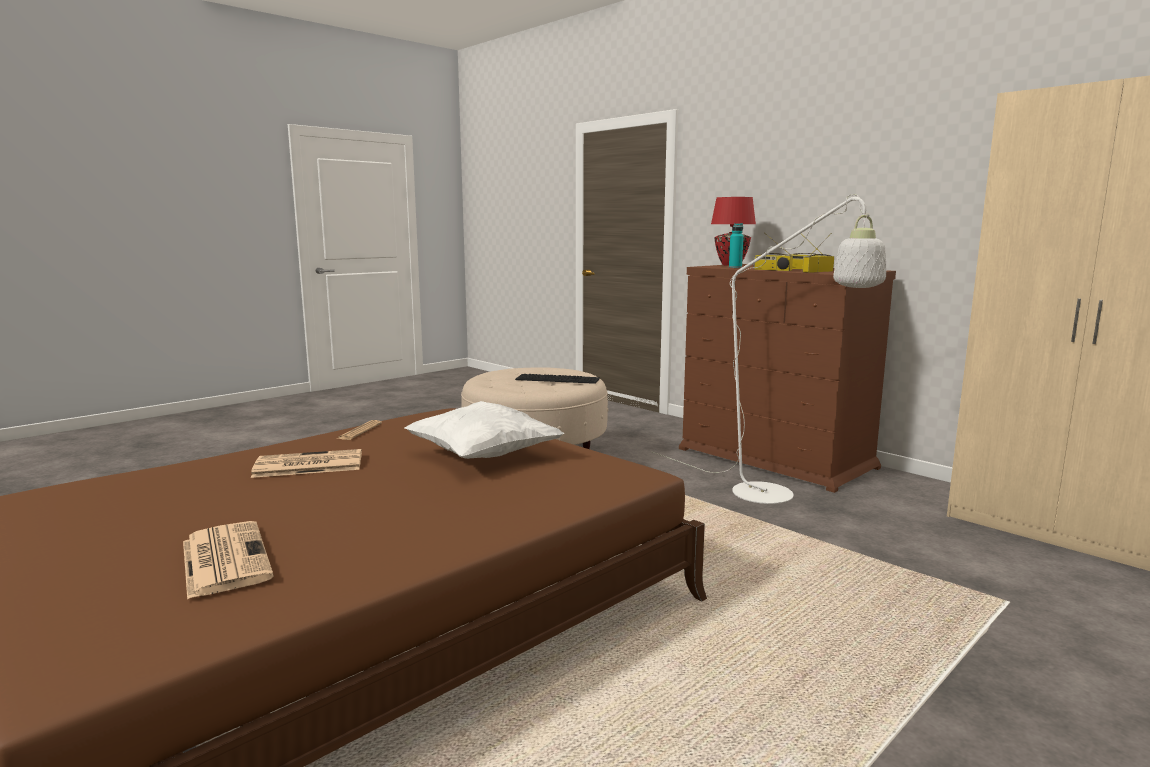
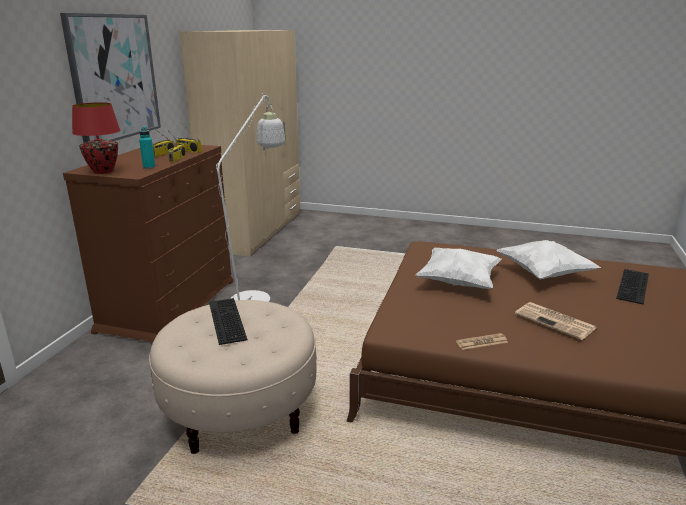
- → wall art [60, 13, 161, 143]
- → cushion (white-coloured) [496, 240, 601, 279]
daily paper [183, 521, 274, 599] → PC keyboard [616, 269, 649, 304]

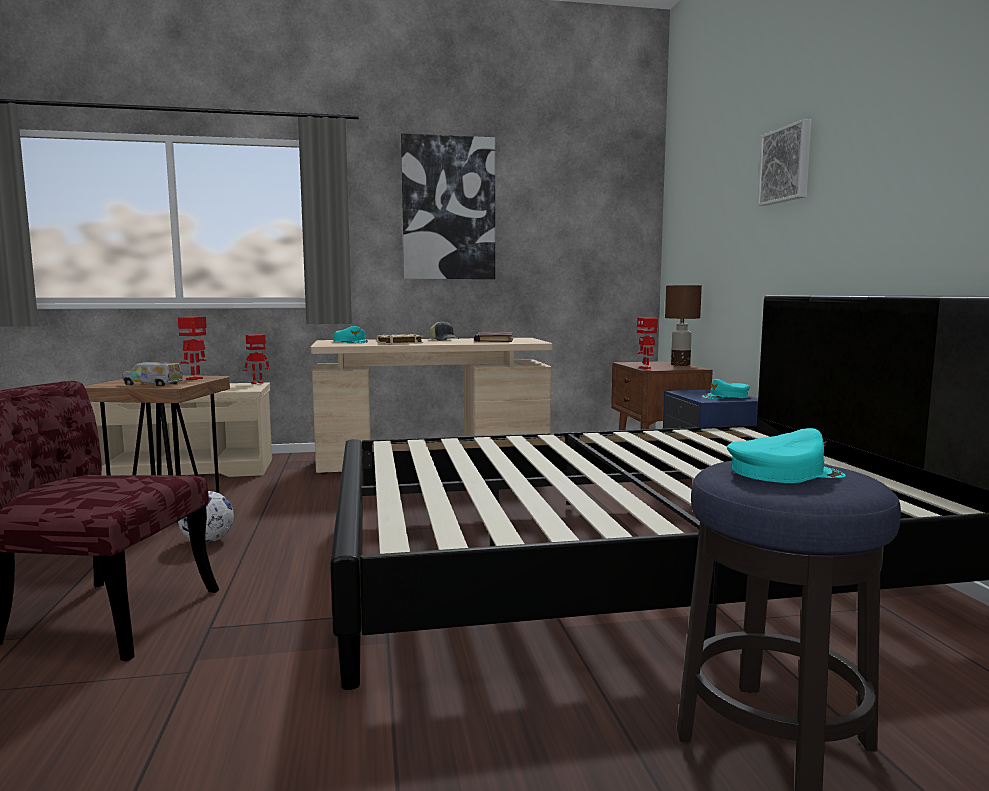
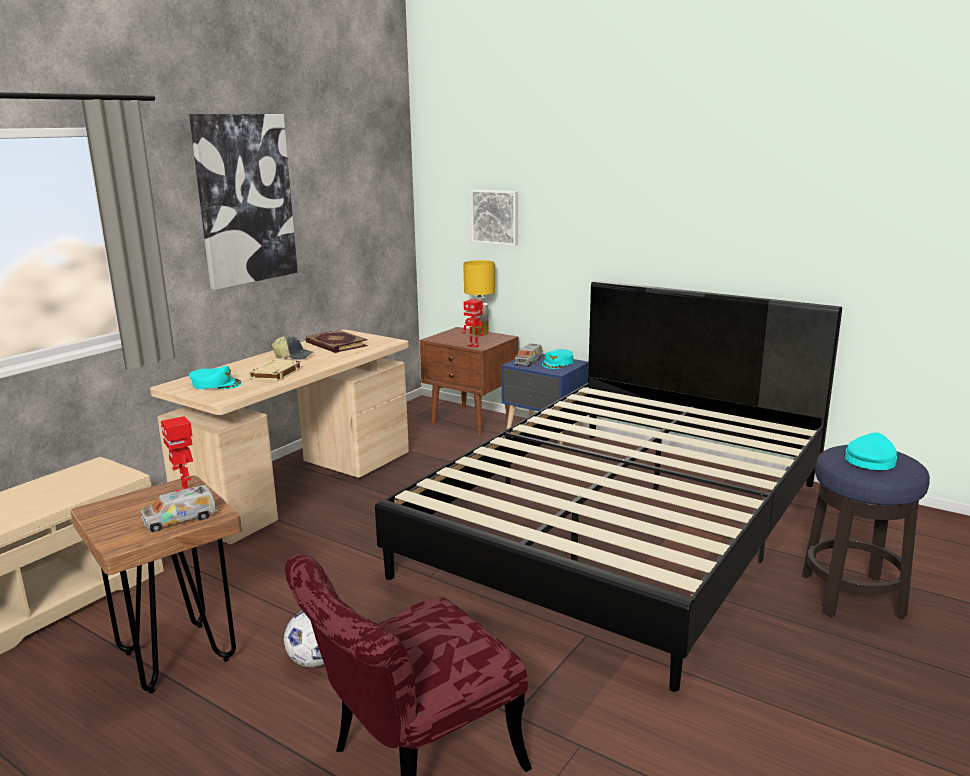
toy robot [243, 334, 269, 384] → -
- → toy truck [514, 344, 543, 367]
wall art [757, 119, 812, 206] → wall art [471, 189, 518, 246], move
table lamp (brownish) [665, 285, 702, 366] → table lamp (yellow) [463, 260, 495, 335]

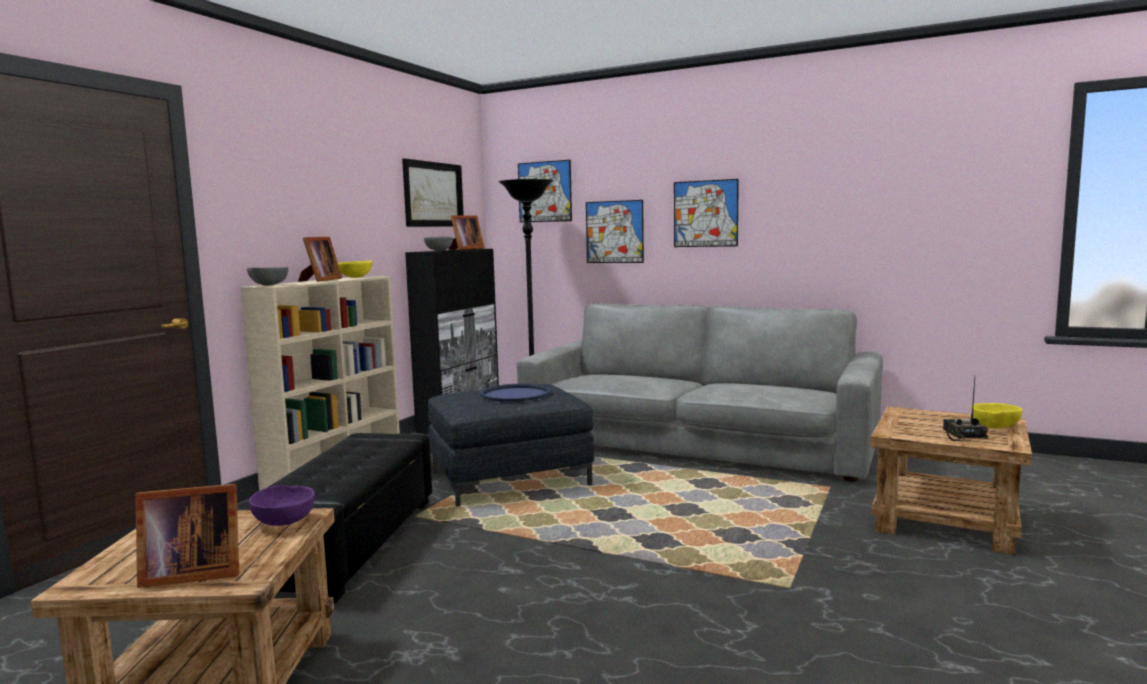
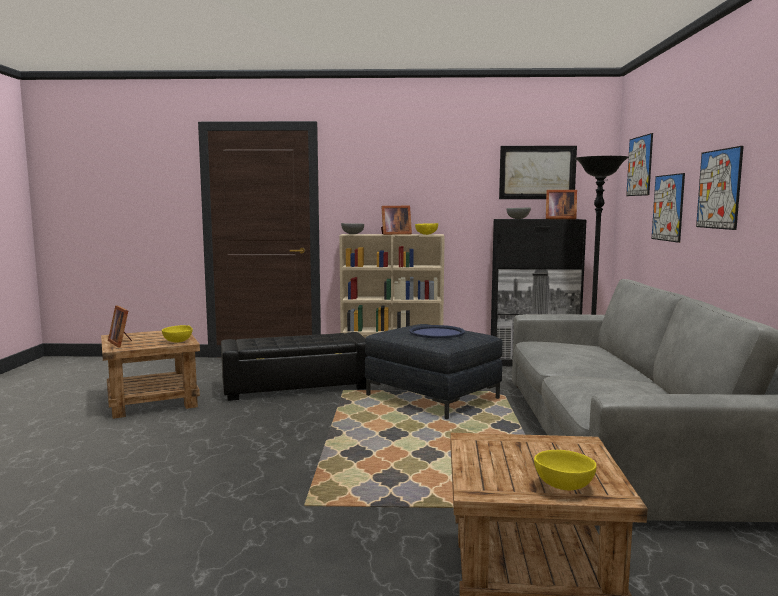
radio receiver [943, 378, 988, 441] → -
deep dish (purplish) [249, 485, 315, 526] → deep dish (yellow) [162, 325, 193, 343]

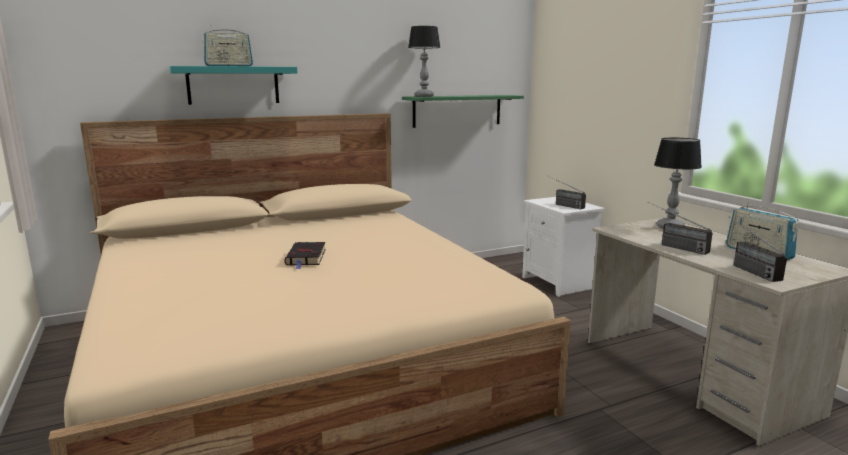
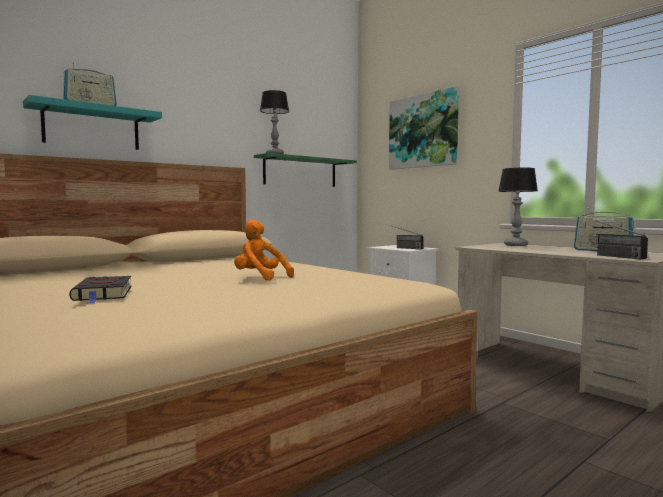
radio receiver [648, 202, 713, 255] → -
- → soft toy (orange) [234, 219, 294, 280]
- → wall art [389, 86, 459, 169]
volume (black-coloured) [284, 242, 326, 269] → volume (black-coloured) [69, 276, 132, 304], move

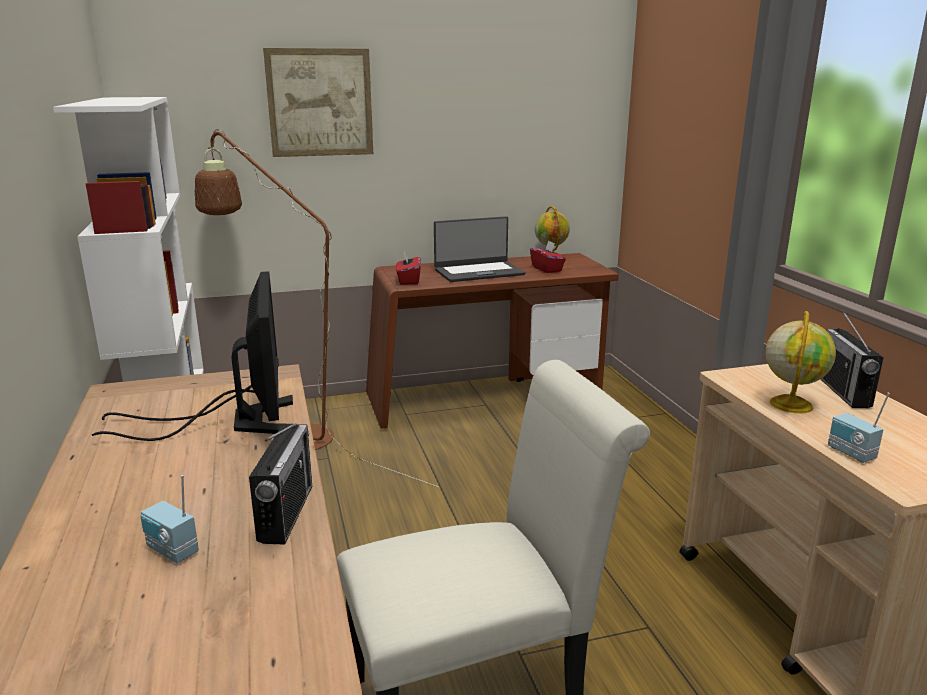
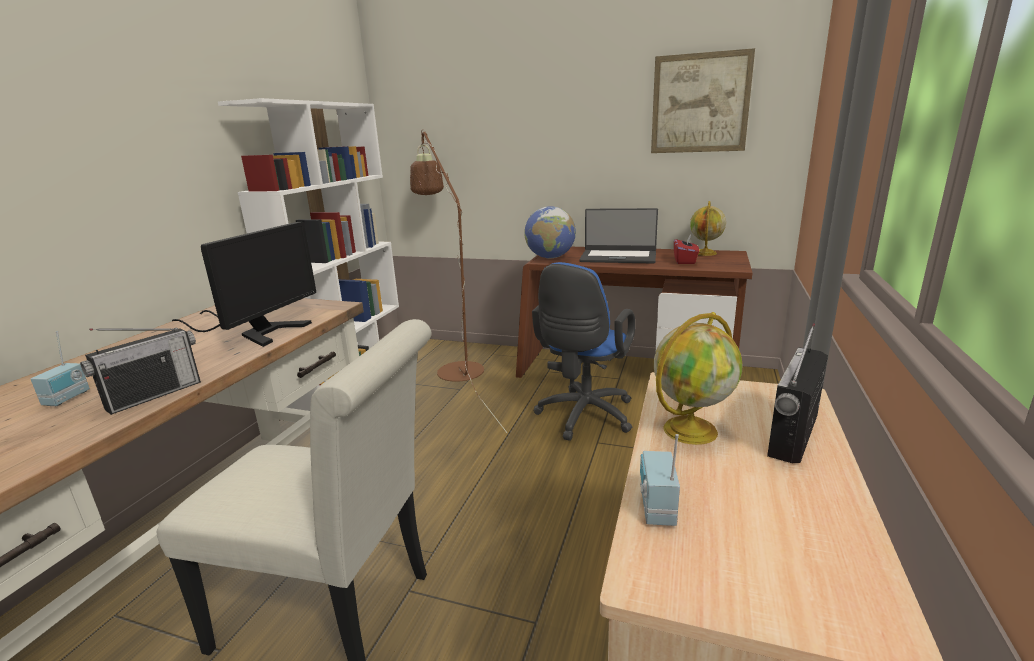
- → desk chair (bluish) [532, 262, 635, 441]
wall art [263, 48, 373, 157] → wall art [651, 48, 755, 153], move
tissue box (red-coloured) [396, 252, 421, 284] → globe [524, 206, 576, 258]
radio receiver [140, 475, 199, 563] → radio receiver [31, 331, 90, 406], 150 degrees counterclockwise

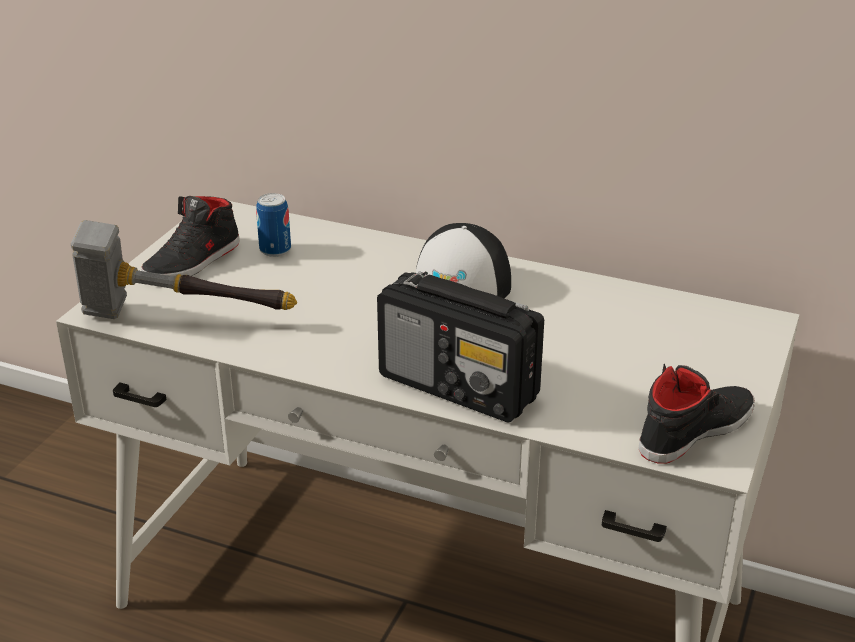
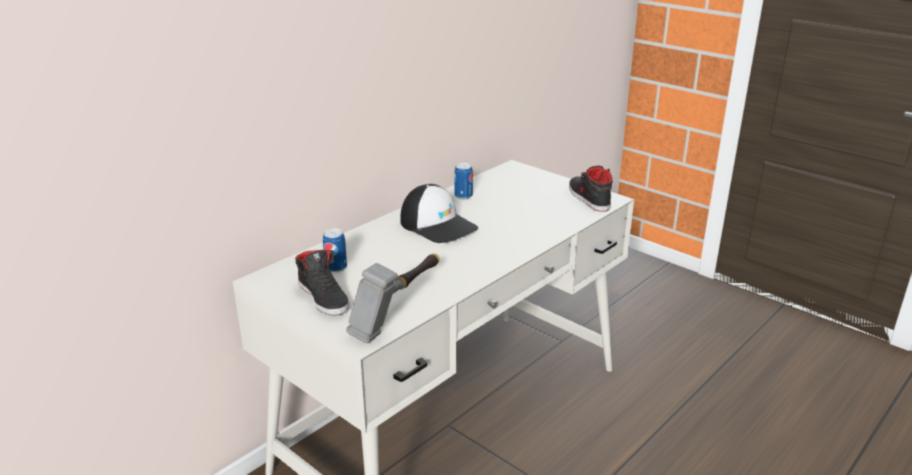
radio receiver [377, 271, 544, 422] → -
- → metal can [454, 163, 473, 199]

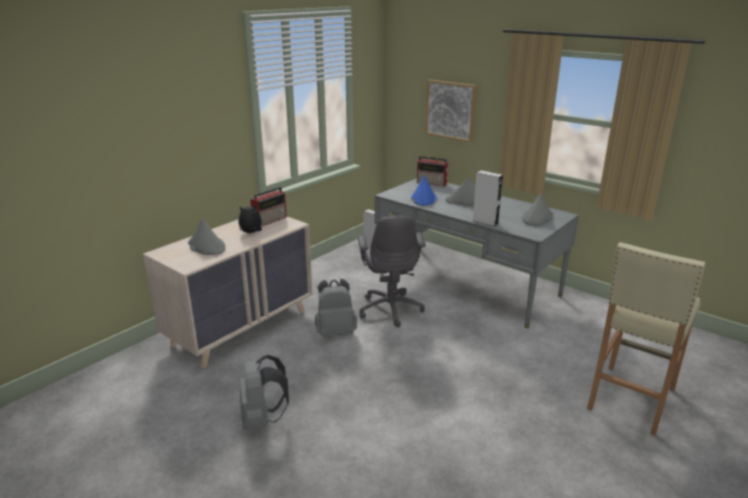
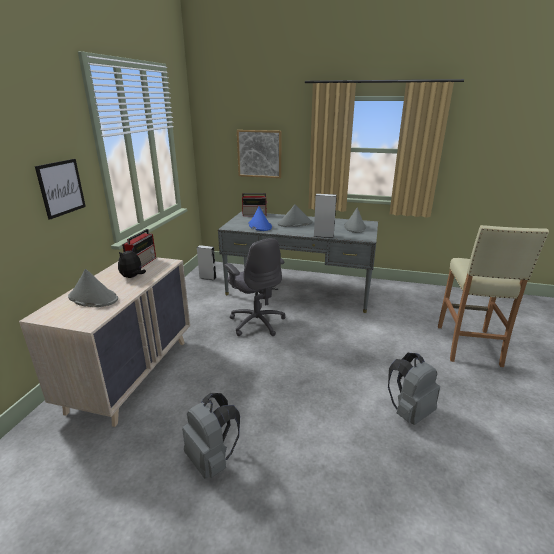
- → wall art [35, 159, 86, 220]
knapsack (gray) [315, 279, 357, 337] → knapsack (gray) [388, 353, 440, 425], move

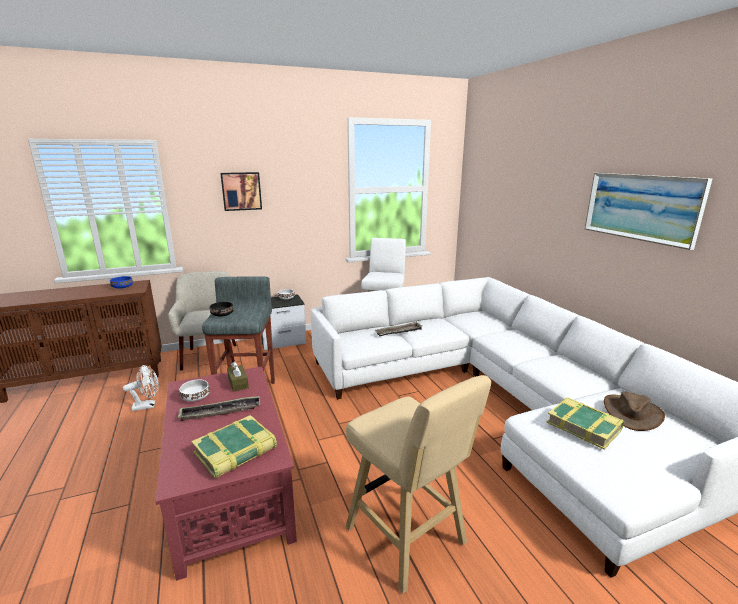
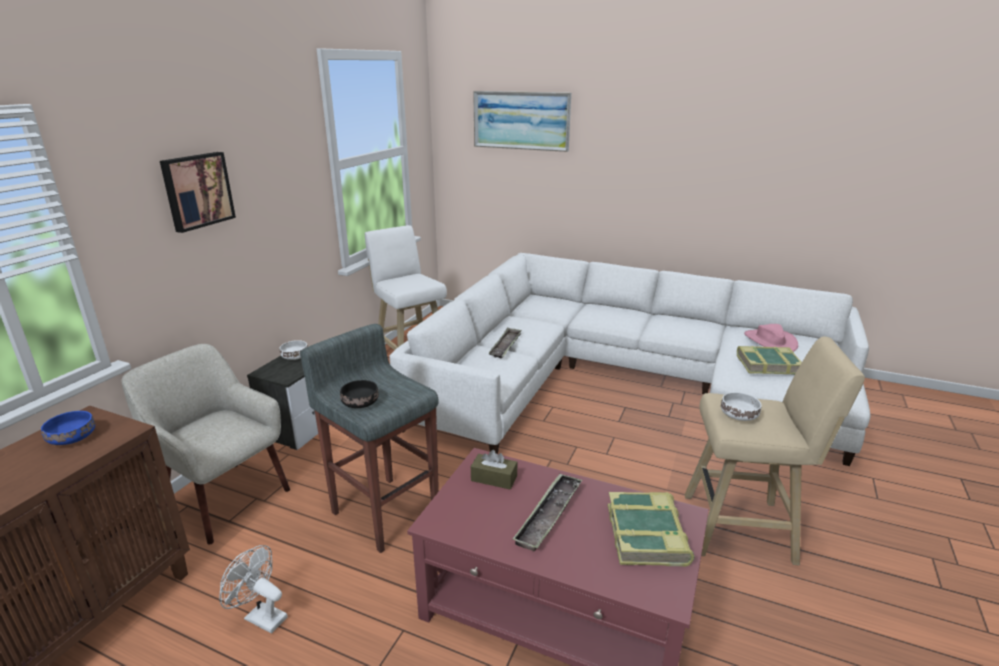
deep dish (white-coloured) [179, 380, 210, 402] → deep dish (white-coloured) [721, 392, 762, 421], move
wall art [585, 173, 713, 250] → wall art [473, 91, 571, 152], move
clothing hat (brownish) [604, 391, 665, 431] → clothing hat (pinkish) [744, 324, 798, 352]
electric fan (white-coloured) [123, 365, 159, 411] → electric fan (white-coloured) [219, 545, 288, 634], 90 degrees counterclockwise

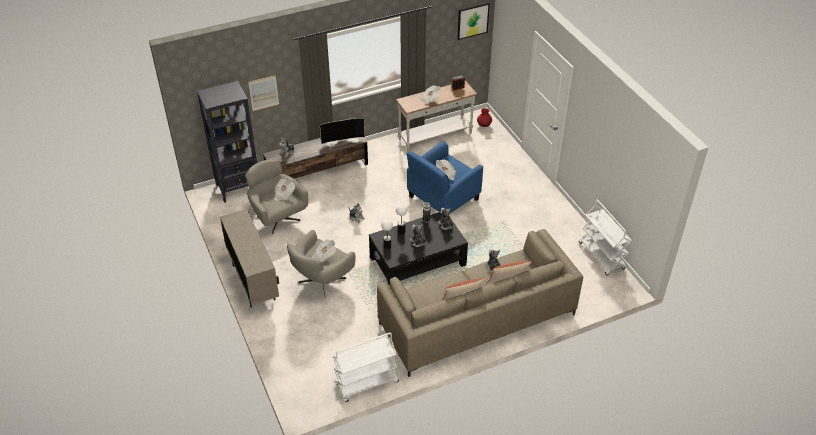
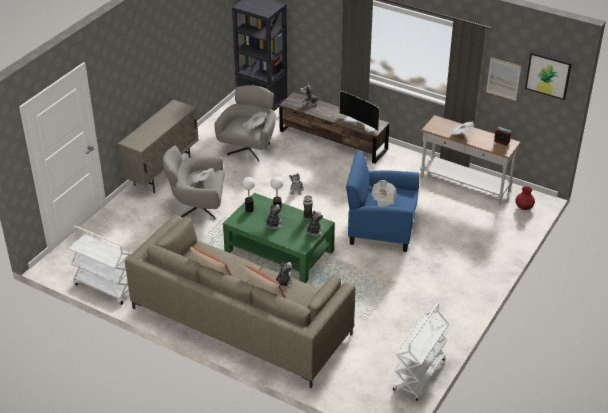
wall art [248, 75, 279, 111] → wall art [486, 58, 521, 101], move
coffee table (black-coloured) [369, 212, 468, 285] → coffee table (green-coloured) [223, 193, 335, 283]

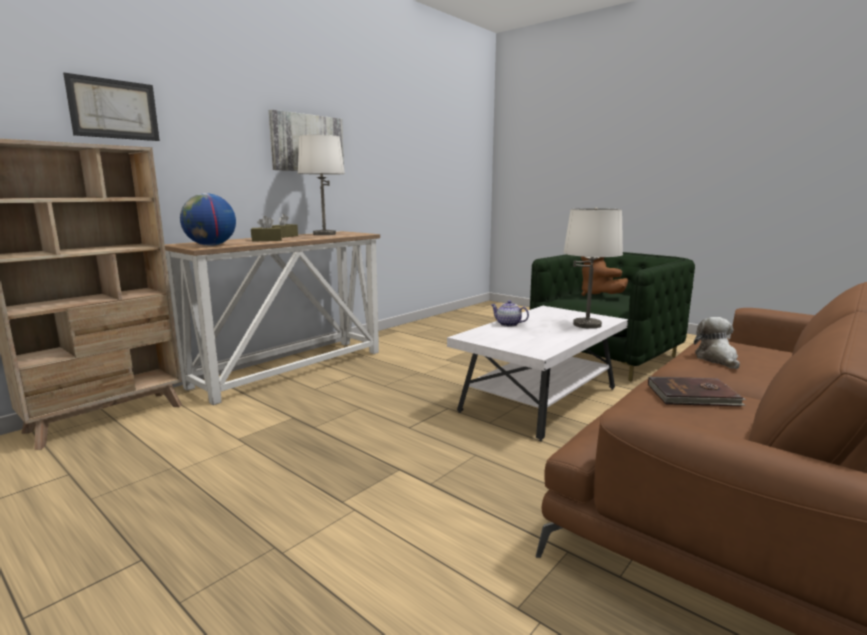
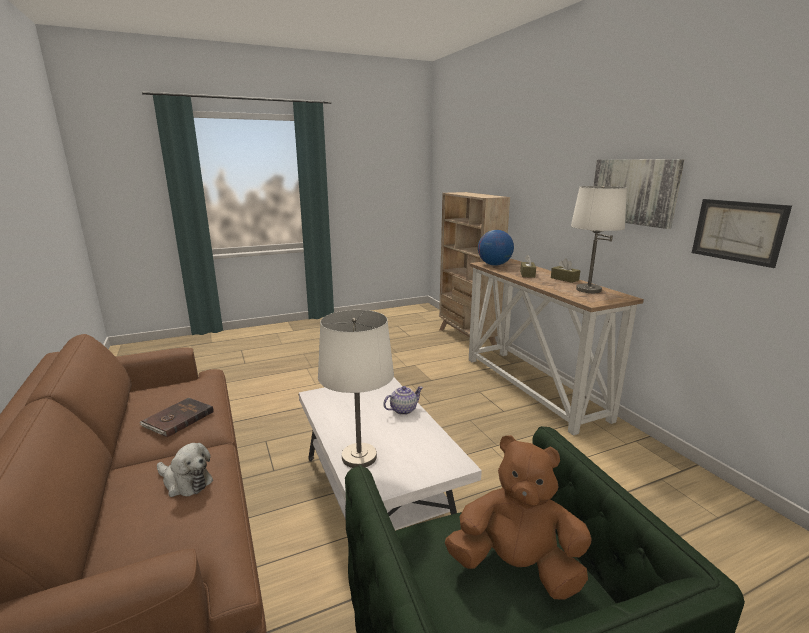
wall art [63, 73, 160, 141] → wall art [692, 199, 792, 268], move

